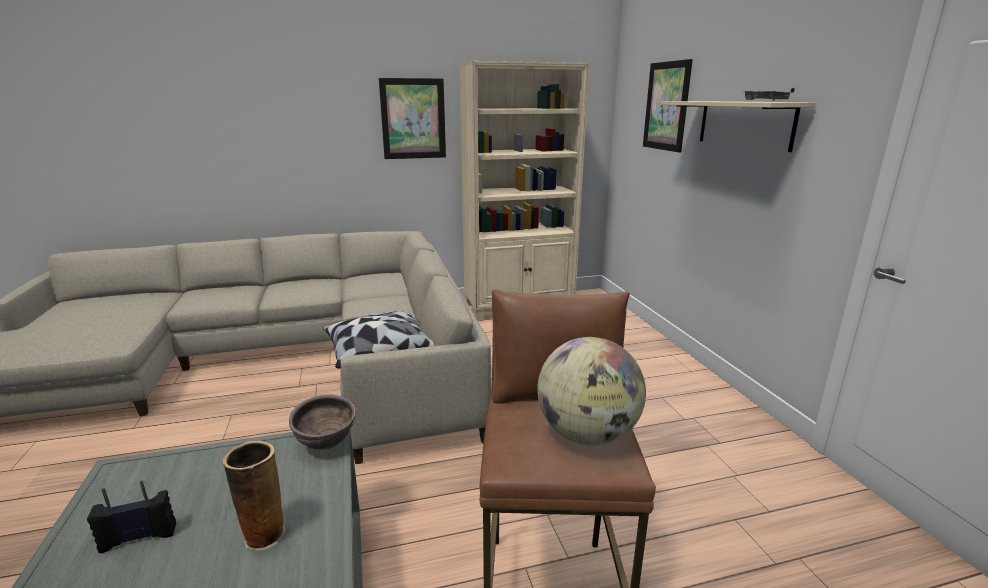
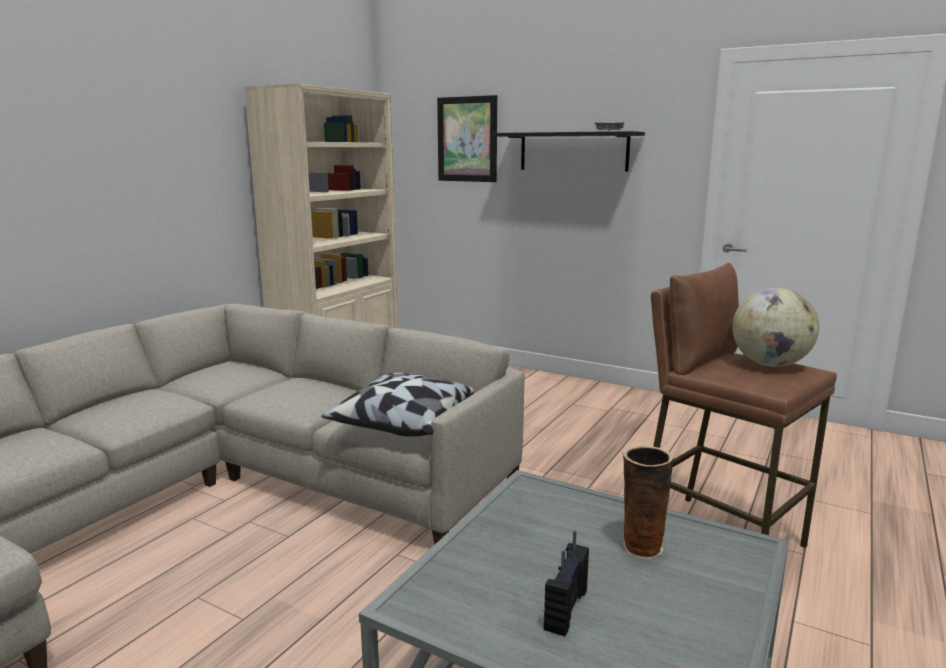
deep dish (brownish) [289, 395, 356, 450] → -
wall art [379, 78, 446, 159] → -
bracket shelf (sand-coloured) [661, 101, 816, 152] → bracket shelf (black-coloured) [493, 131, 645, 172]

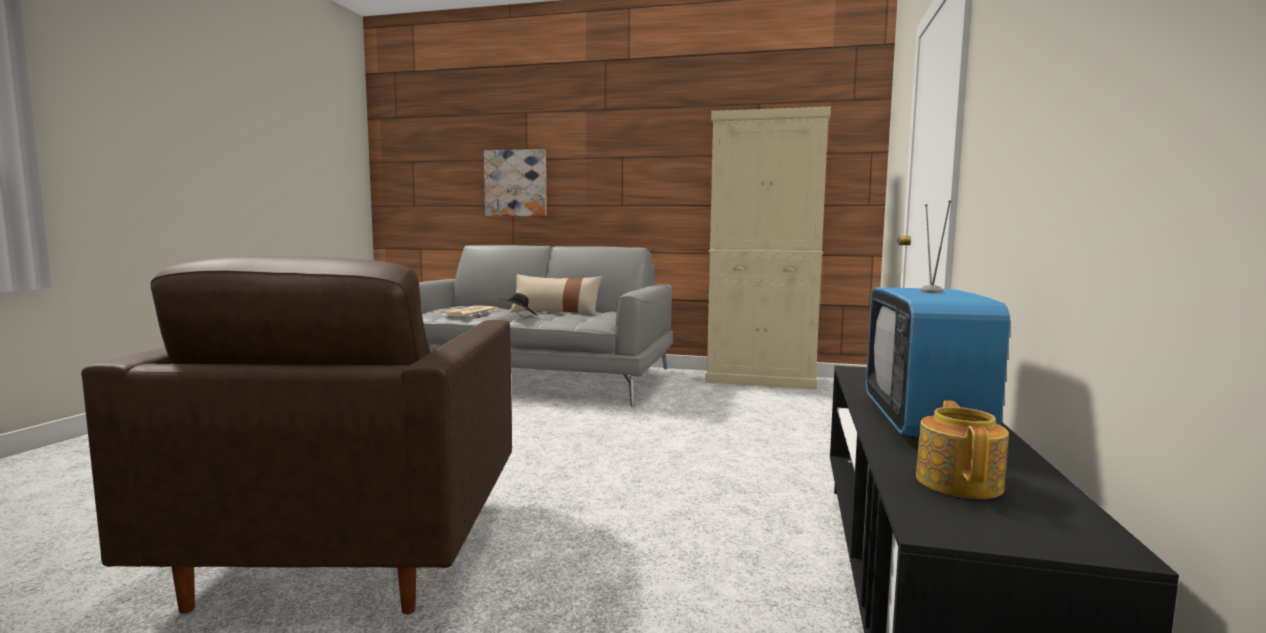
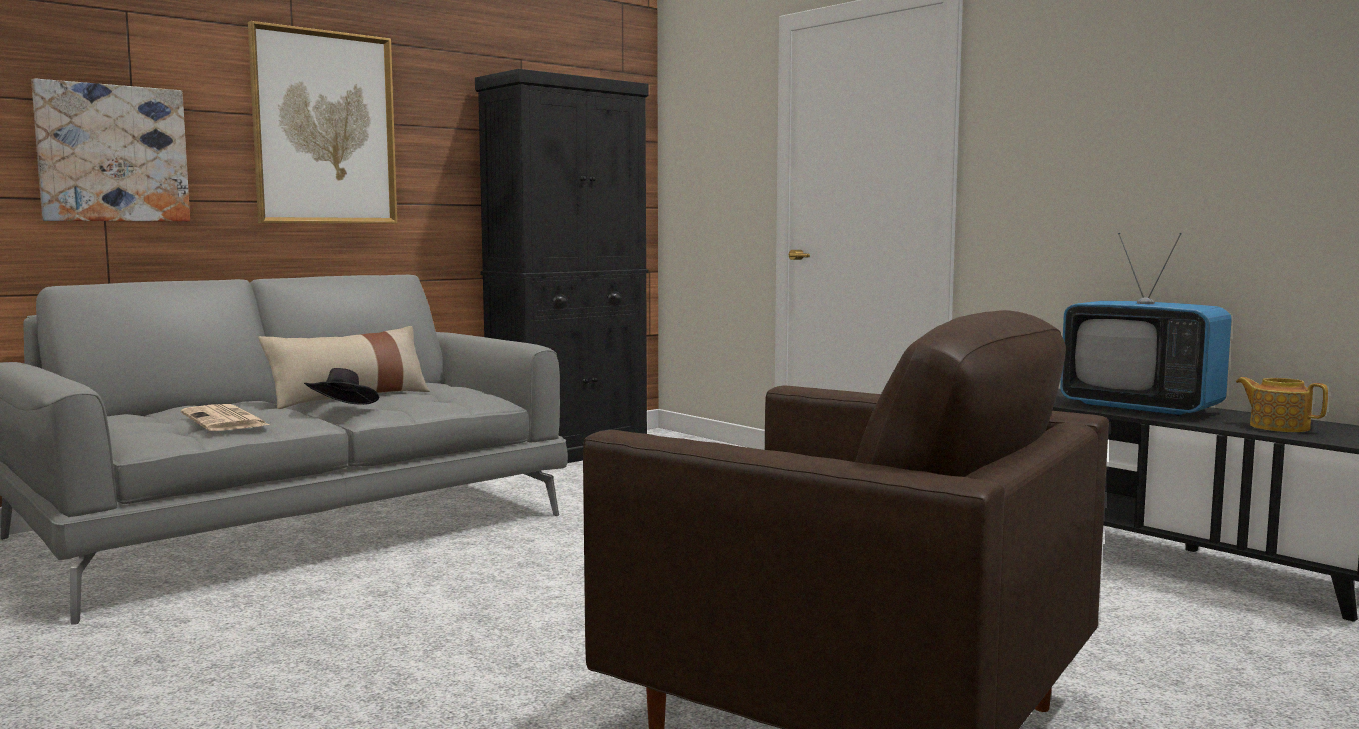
- → wall art [248, 21, 397, 224]
cabinet (sand-coloured) [705, 107, 831, 390] → cabinet (black-coloured) [475, 69, 649, 463]

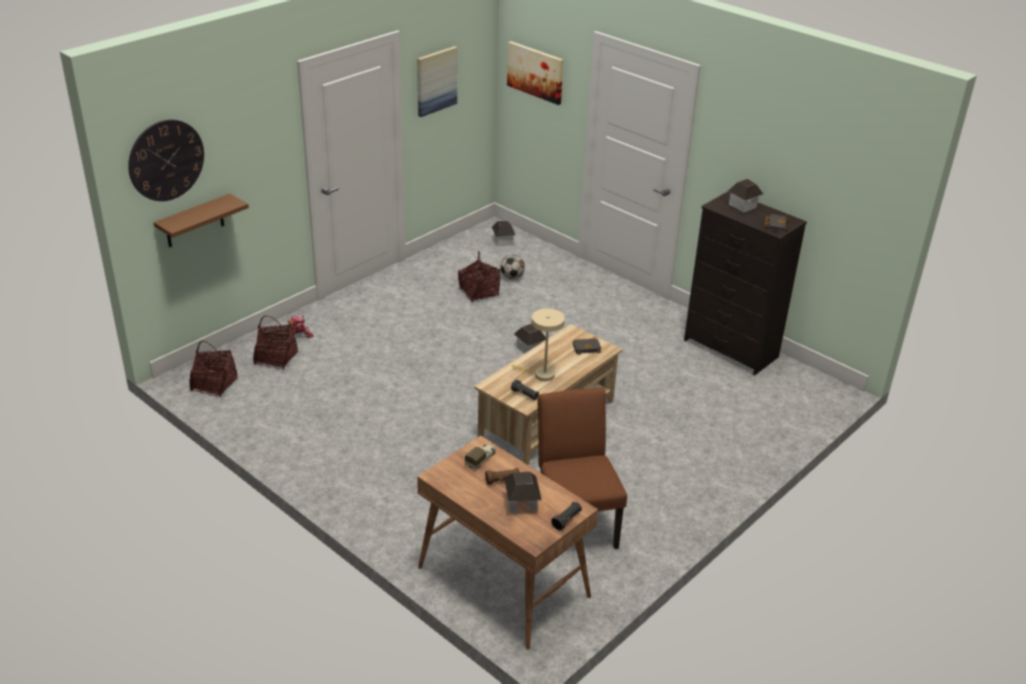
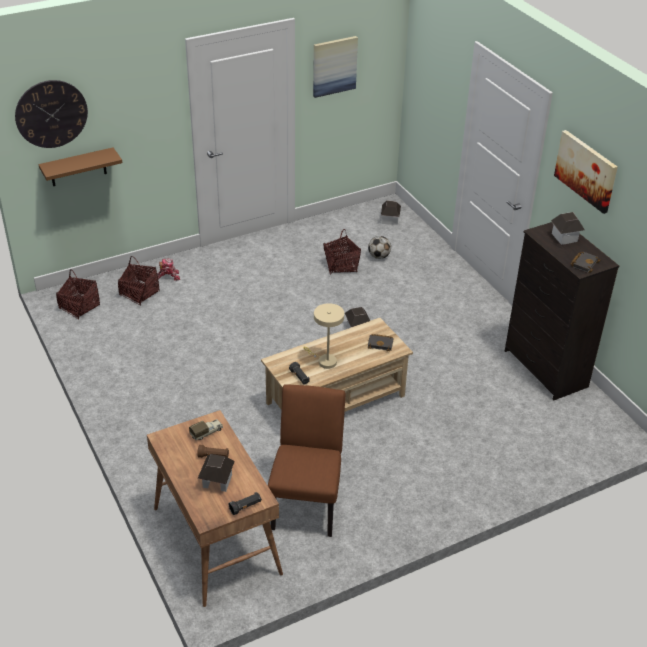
wall art [507, 41, 564, 105] → wall art [554, 130, 618, 214], move

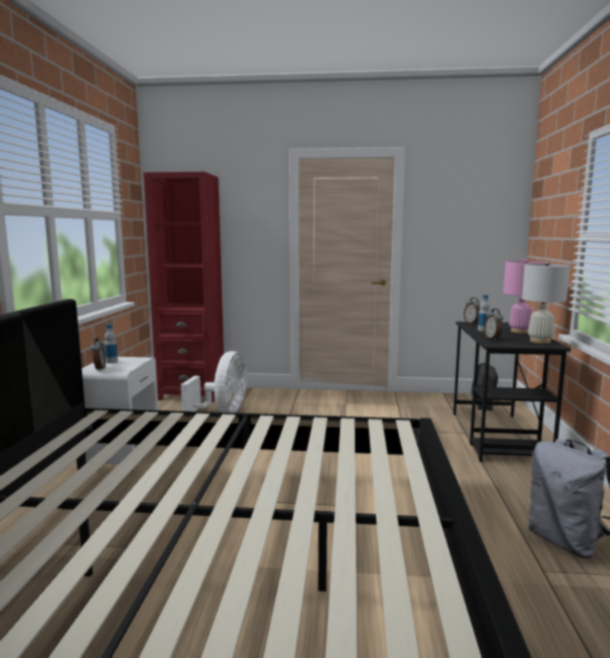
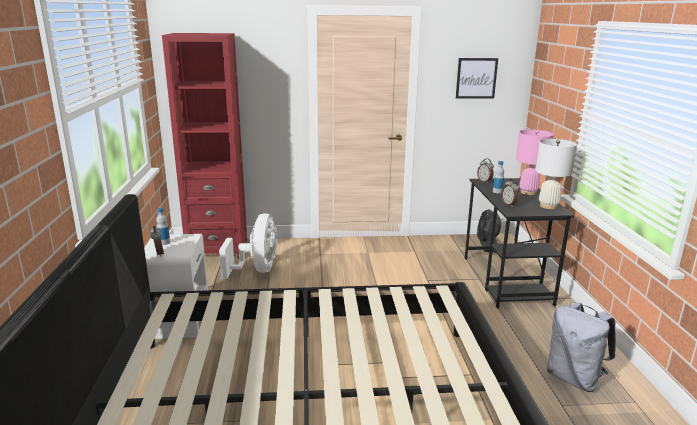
- → wall art [456, 58, 498, 99]

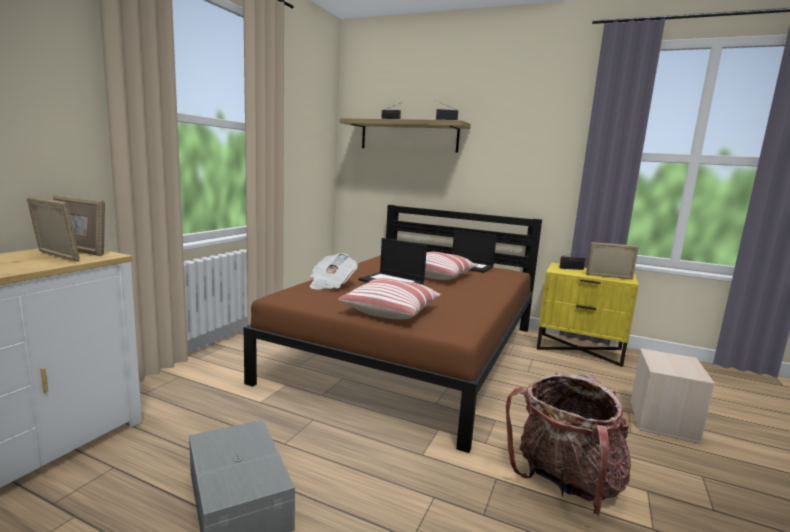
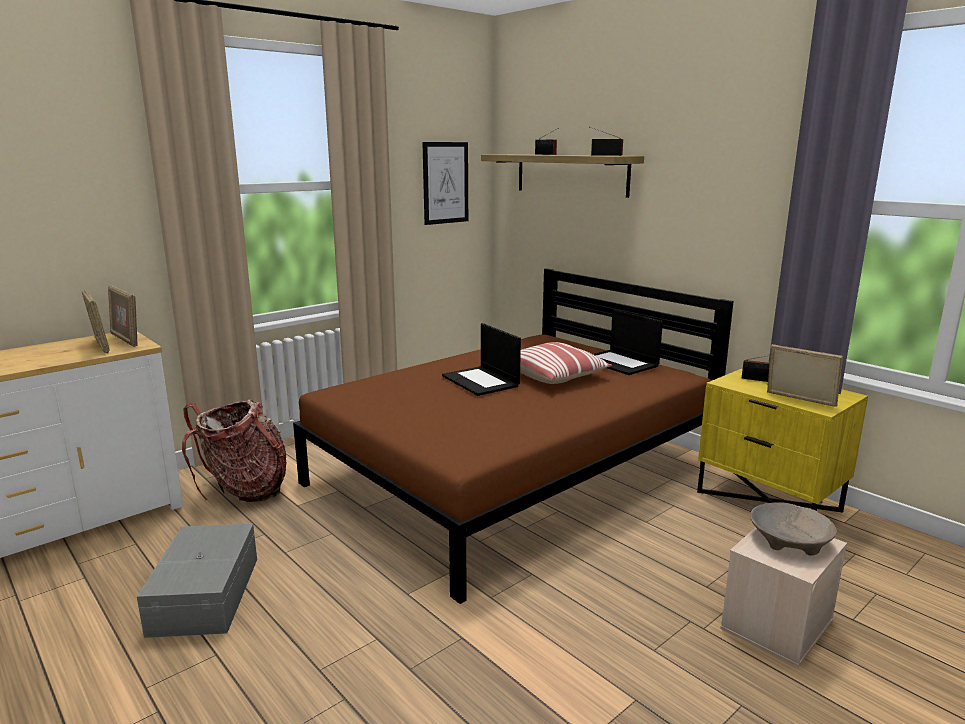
daily paper [310, 253, 358, 289] → -
cushion [338, 278, 442, 319] → -
- → wall art [422, 142, 468, 225]
- → deep dish (sand-coloured) [750, 503, 837, 556]
knapsack [506, 372, 631, 516] → knapsack [182, 399, 287, 502], move

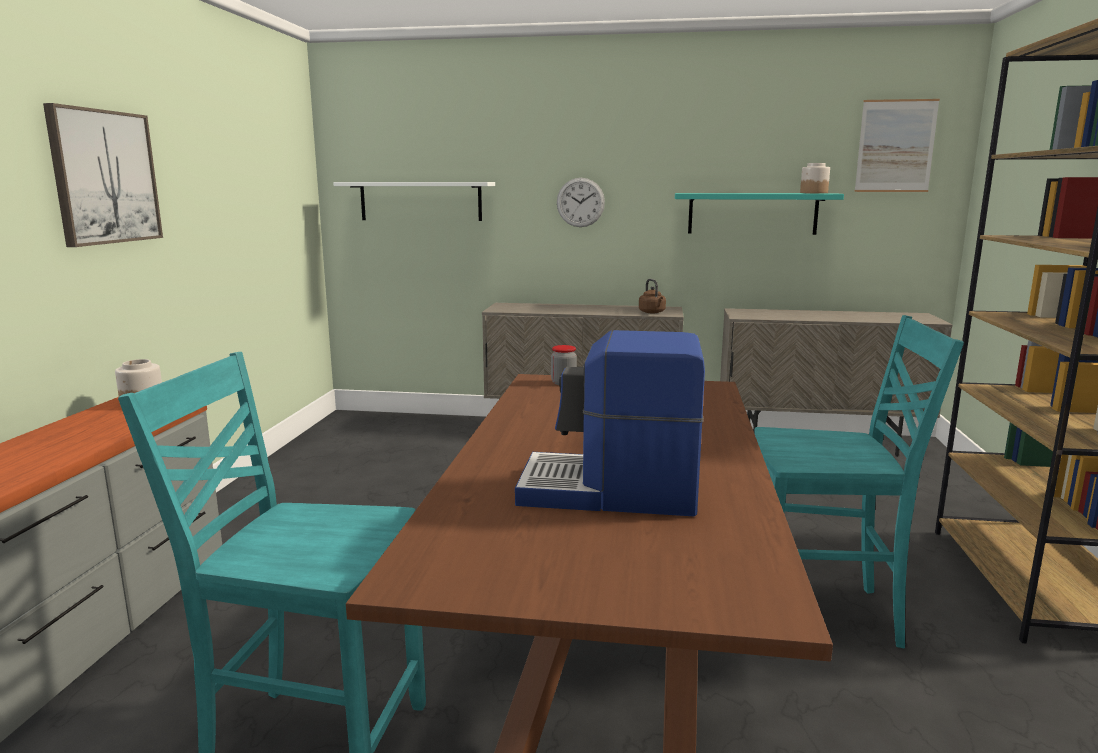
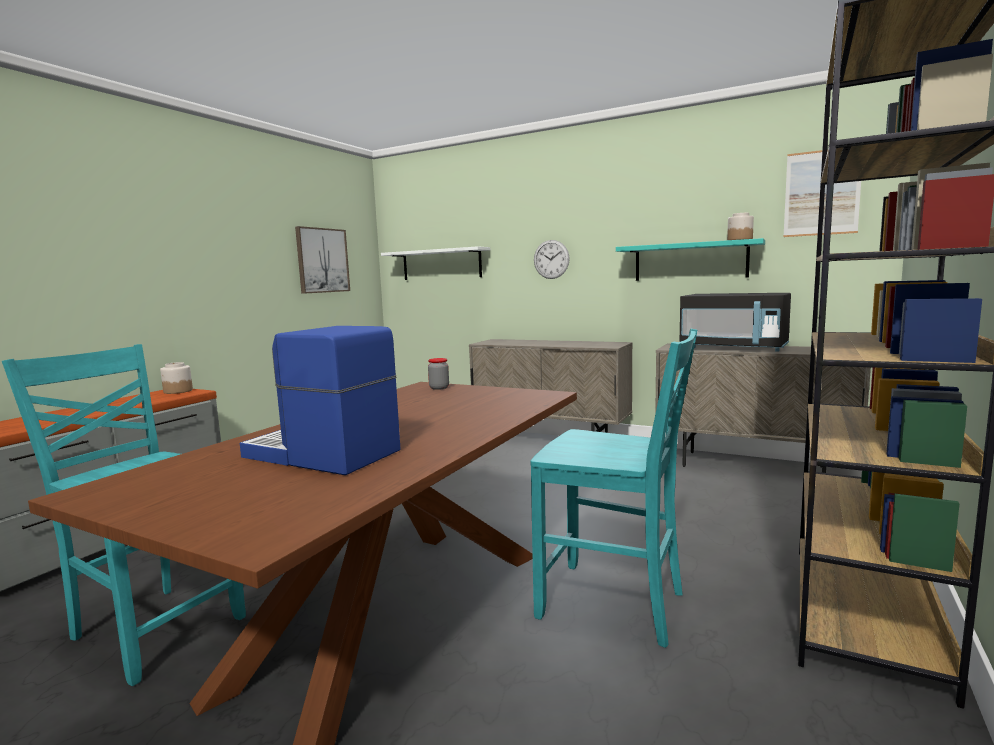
water kettle (brownish) [639, 279, 666, 313] → -
- → kitchen microwave (black-coloured) [680, 293, 791, 352]
wall art [43, 103, 163, 247] → wall art [295, 226, 350, 294], move

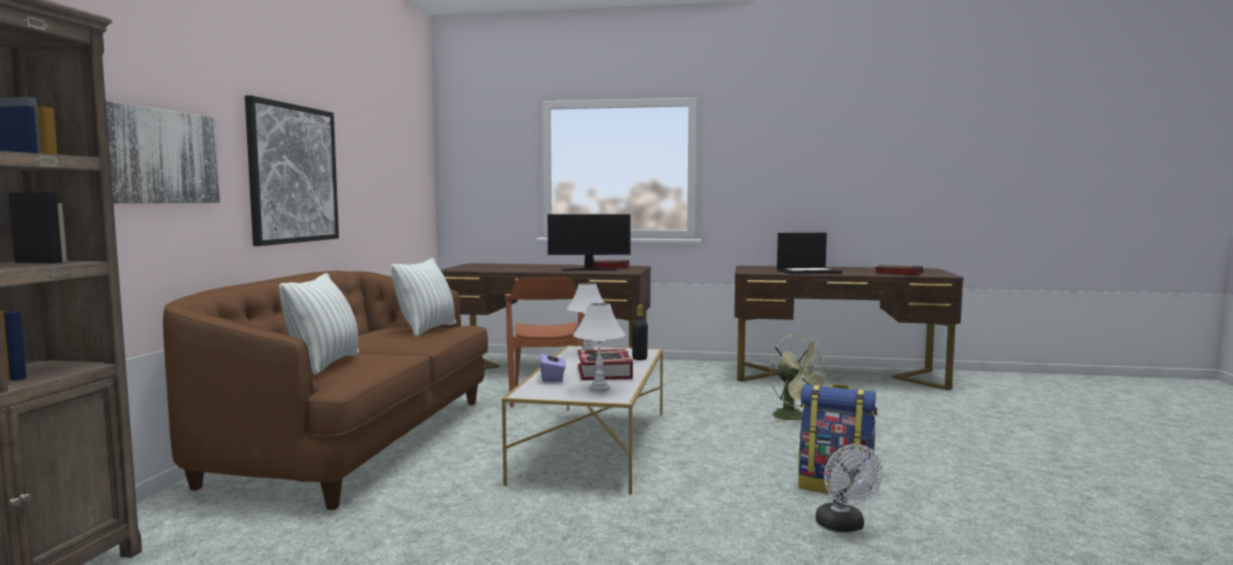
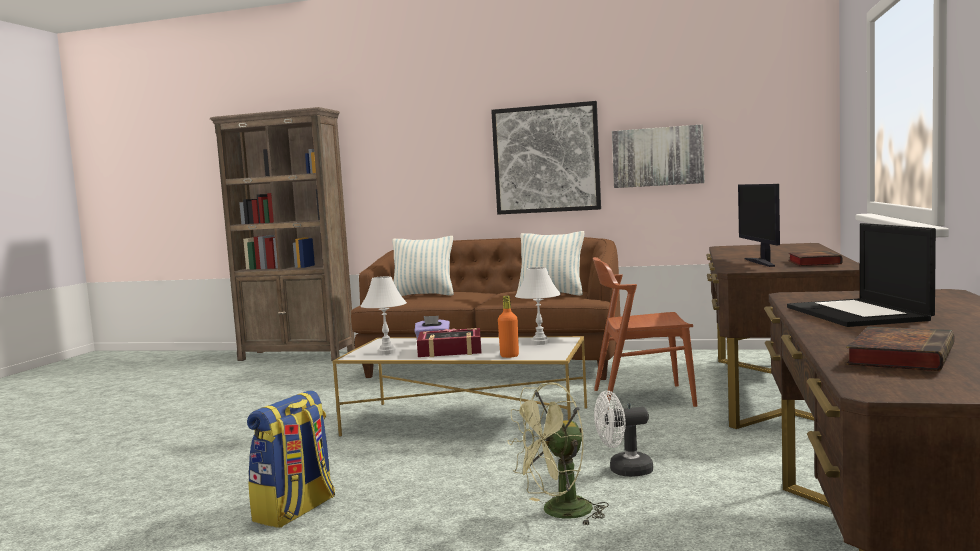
wall art [106, 101, 220, 203] → wall art [612, 124, 705, 188], move
electric fan (white-coloured) [816, 444, 883, 532] → electric fan (white-coloured) [594, 391, 653, 477], move
beverage bottle (black-coloured) [632, 305, 648, 360] → beverage bottle (orange) [498, 296, 519, 358]

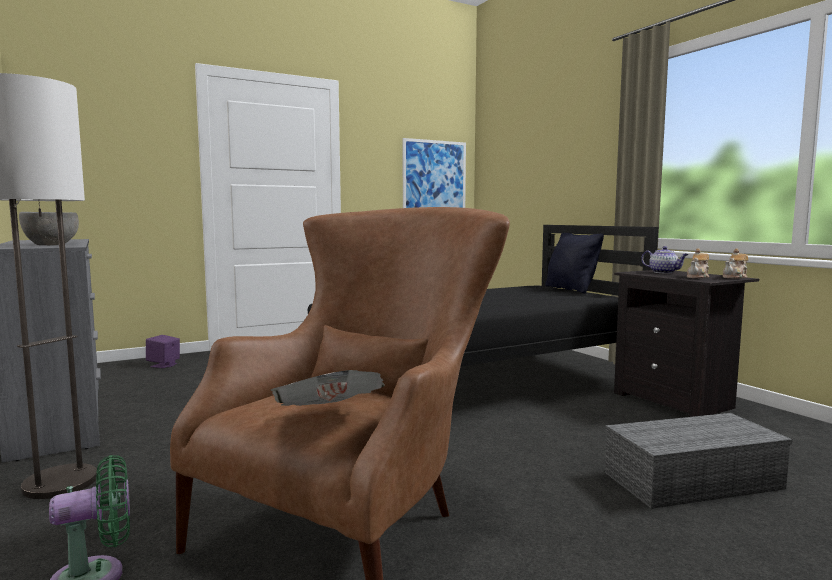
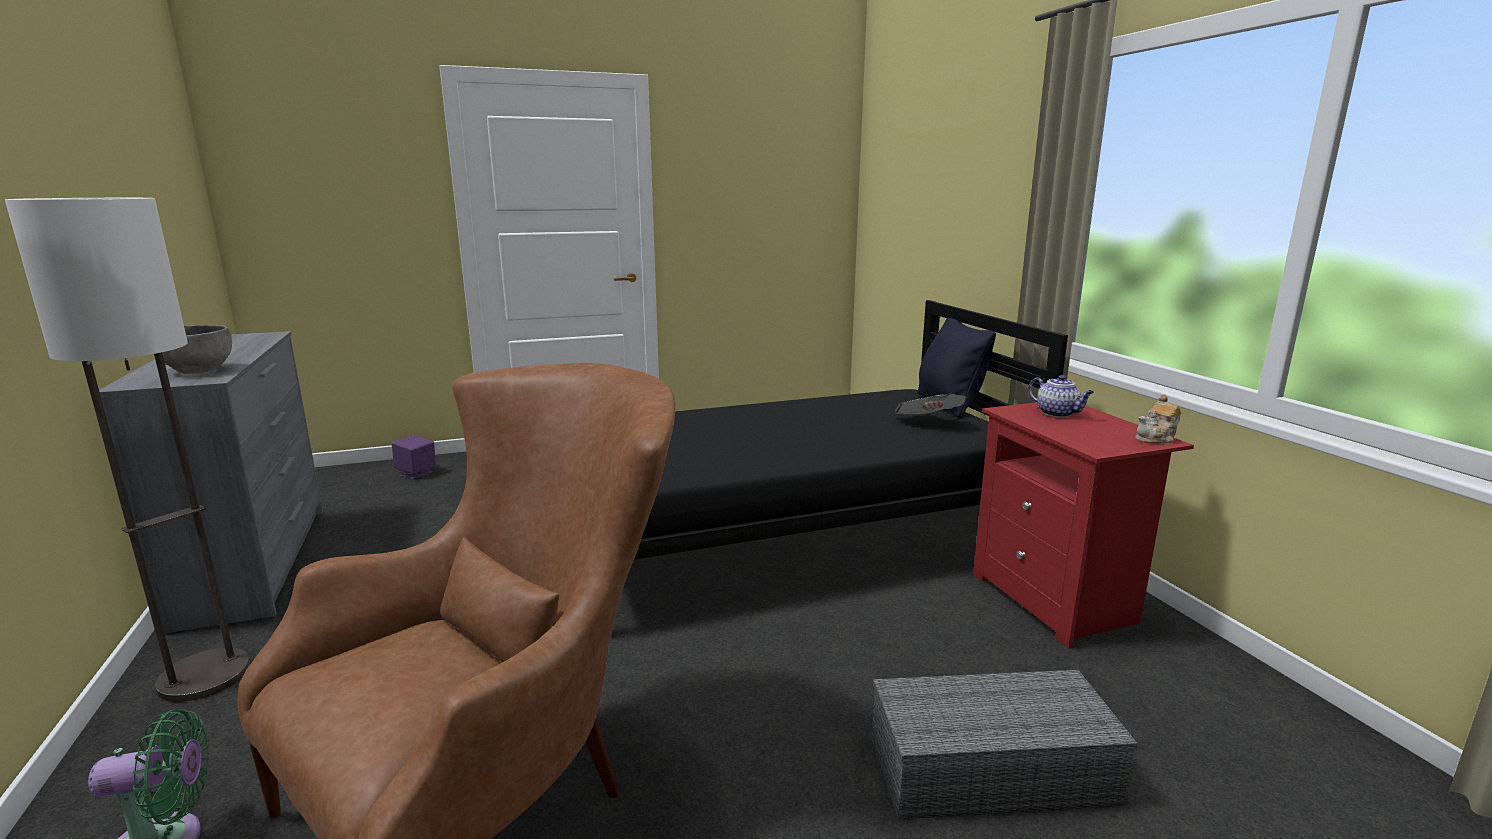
wall art [403, 138, 466, 208] → -
teapot [687, 248, 710, 278] → -
daily paper [271, 370, 385, 406] → daily paper [895, 394, 966, 414], move
night table (black-coloured) [614, 270, 759, 417] → night table (red-coloured) [973, 402, 1194, 649]

